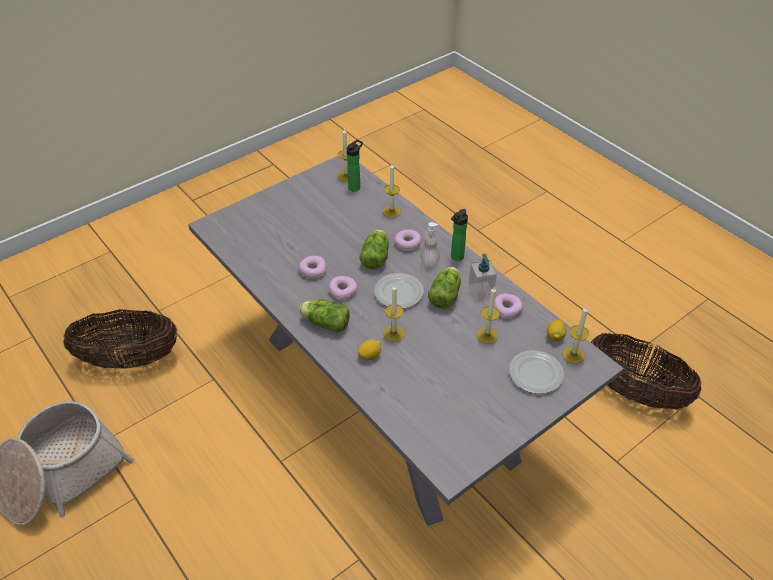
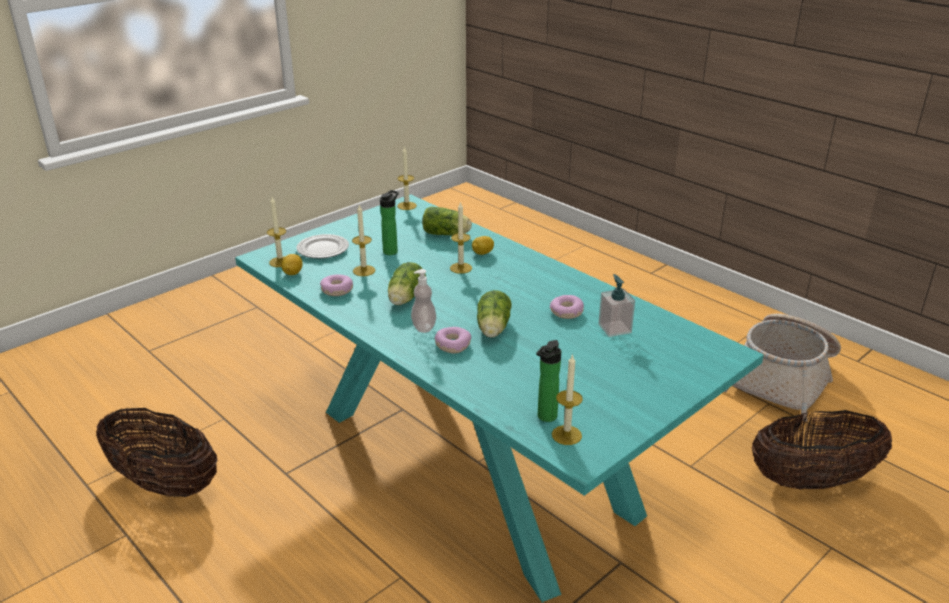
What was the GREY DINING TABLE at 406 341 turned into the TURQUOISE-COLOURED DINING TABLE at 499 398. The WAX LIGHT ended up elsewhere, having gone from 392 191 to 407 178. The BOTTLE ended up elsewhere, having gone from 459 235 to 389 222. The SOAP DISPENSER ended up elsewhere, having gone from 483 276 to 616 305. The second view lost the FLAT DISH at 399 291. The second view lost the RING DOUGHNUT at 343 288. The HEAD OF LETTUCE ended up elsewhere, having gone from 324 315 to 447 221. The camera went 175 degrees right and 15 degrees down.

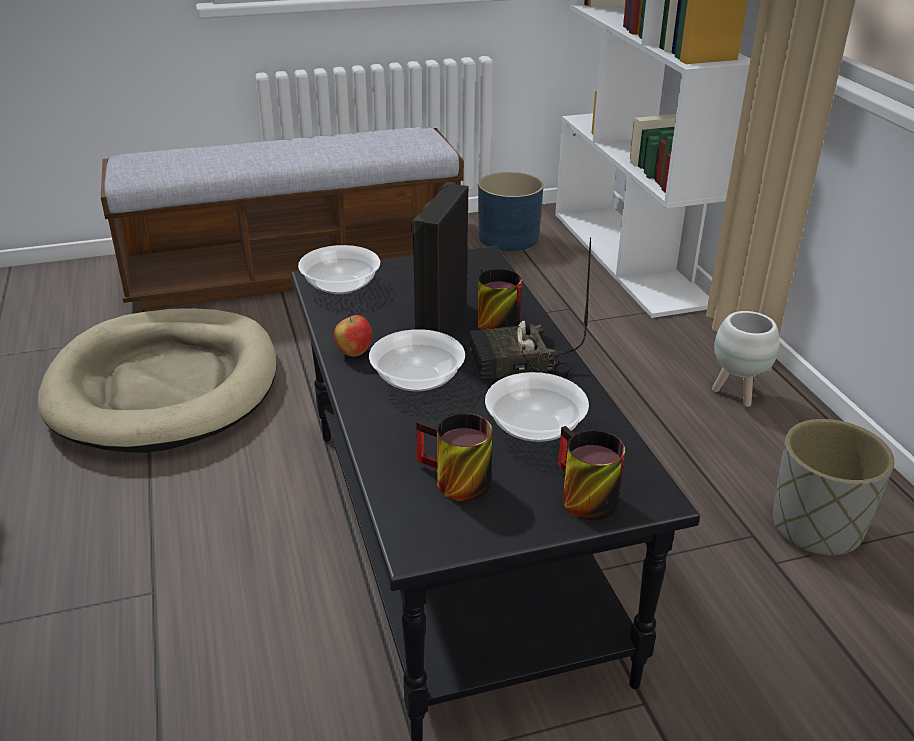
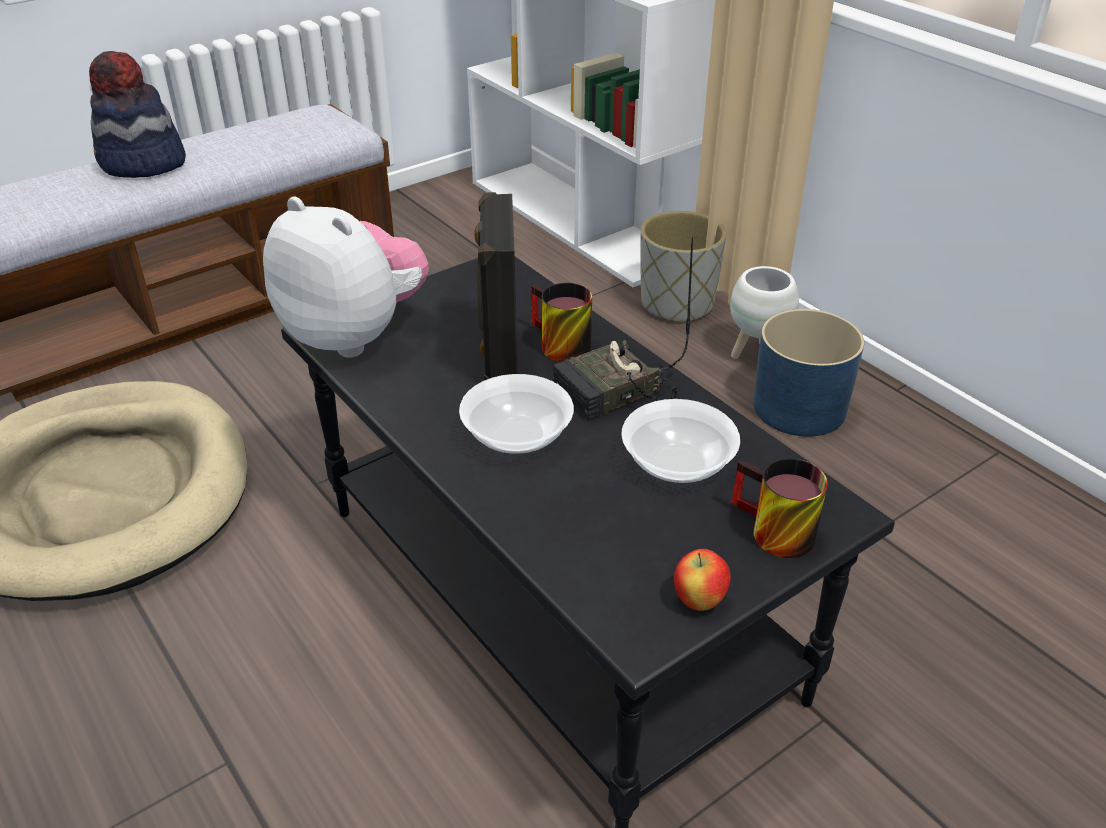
The BLUISH PLANT POT ended up elsewhere, having gone from 510 211 to 808 373. Where the DEEP DISH stood at 339 269, the PLUSH TOY came to stand at 346 277. The APPLE FRUIT ended up elsewhere, having gone from 353 334 to 702 580. The second view lost the COFFEE MUG at 454 457. The GREY PLANT POT ended up elsewhere, having gone from 833 488 to 683 267. The second view gained the CLOTHING HAT at 137 114. The camera went 20 degrees left and 5 degrees up.

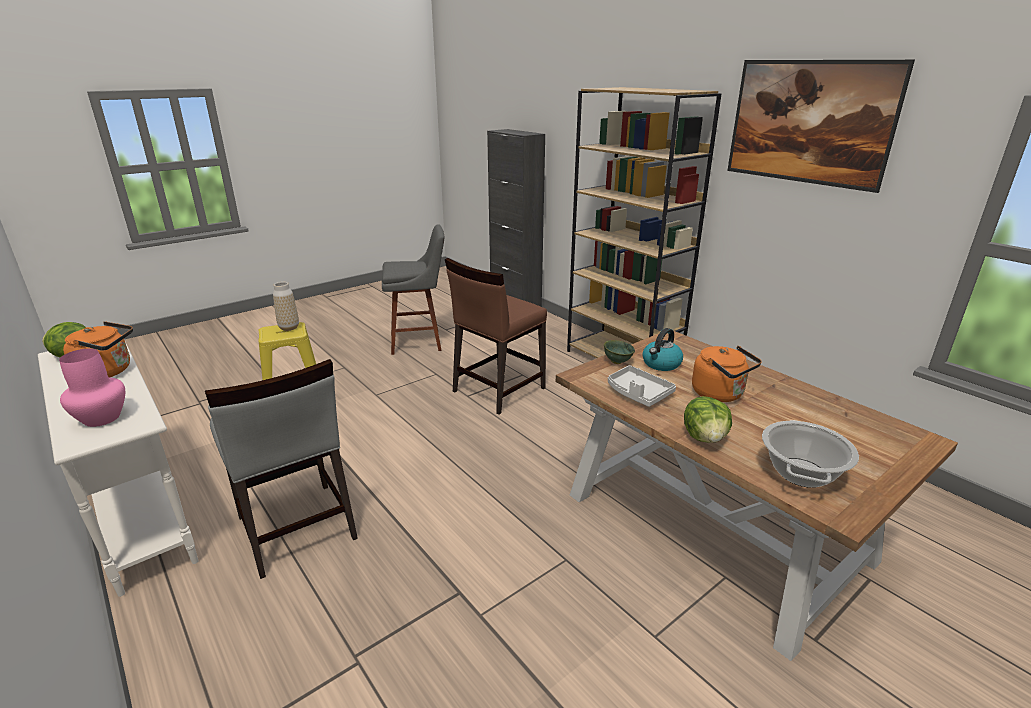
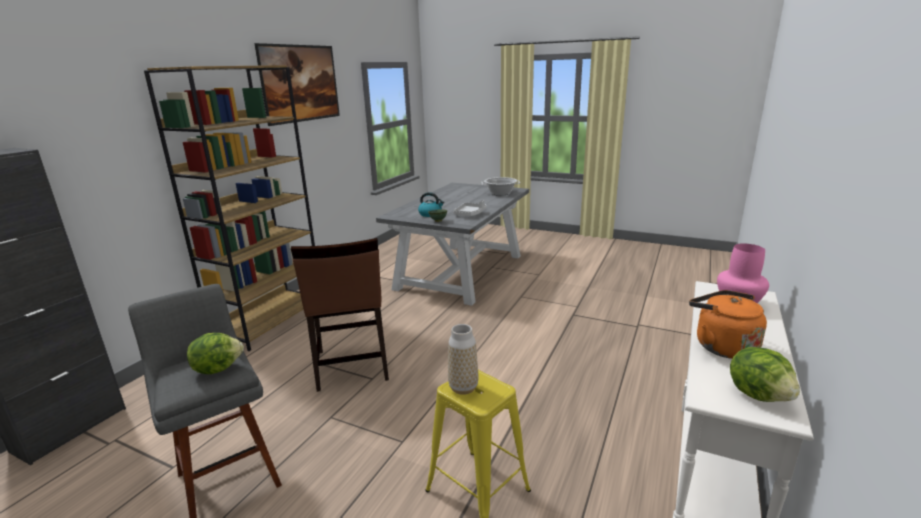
The BROWN-COLOURED UPRIGHT CHAIR at 496 336 ended up facing another way, 60 degrees clockwise from before. What was the BROWN-COLOURED DINING TABLE at 757 496 turned into the GREY DINING TABLE at 452 244. The second view lost the ORANGE WATER KETTLE at 727 374. The second view lost the GREY UPRIGHT CHAIR at 281 469. The HEAD OF LETTUCE ended up elsewhere, having gone from 708 419 to 215 353. The camera went 115 degrees left and 5 degrees down.

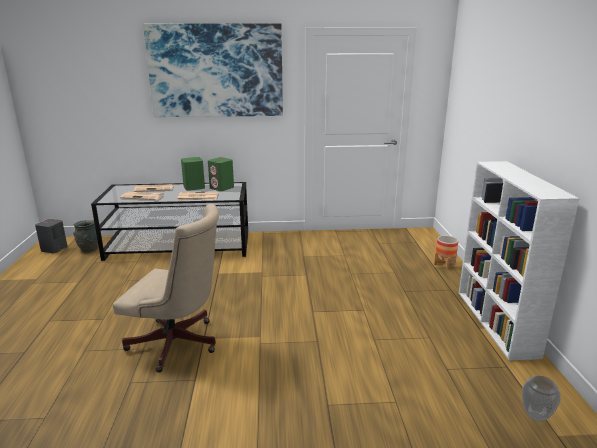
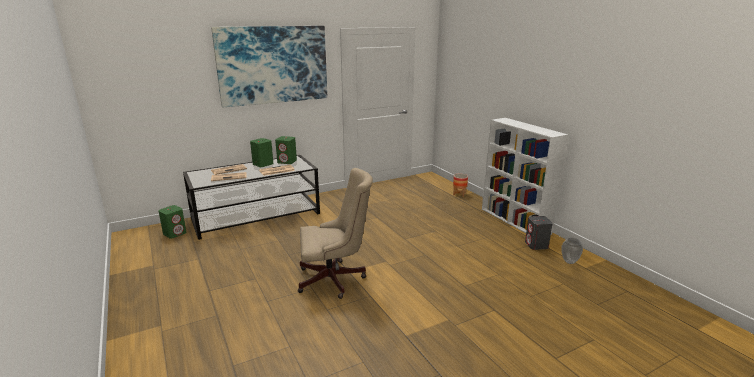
The GREY SPEAKER ended up elsewhere, having gone from 51 236 to 539 233. Where the GREY FLOWER VASE stood at 85 236, the GREENISH SPEAKER came to stand at 172 222. The camera went 25 degrees left and 0 degrees up.

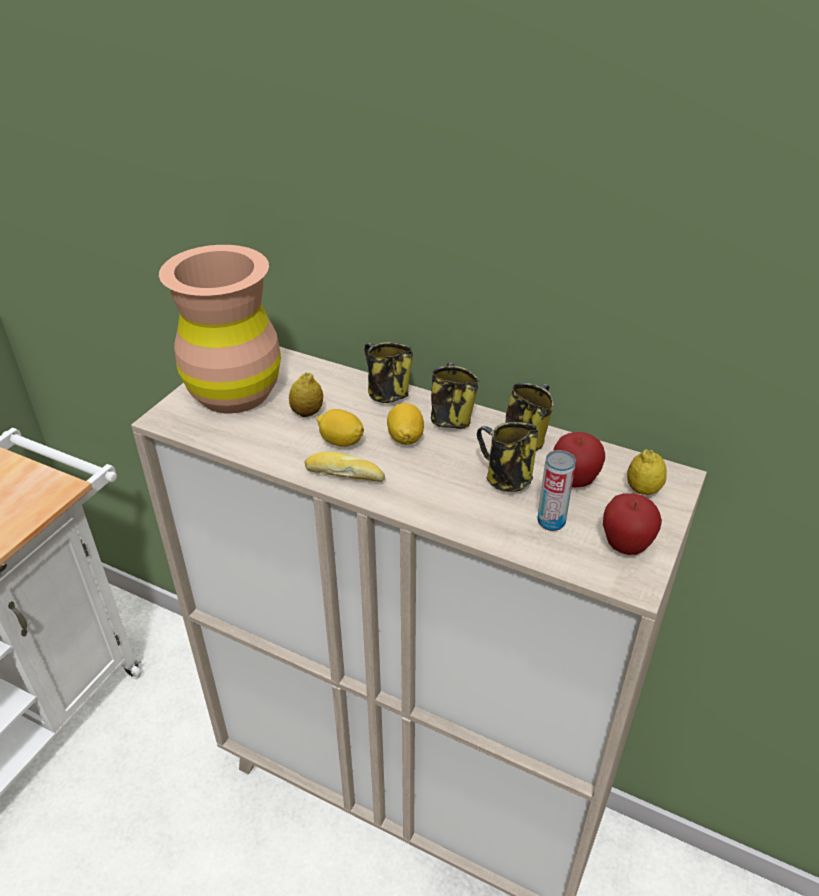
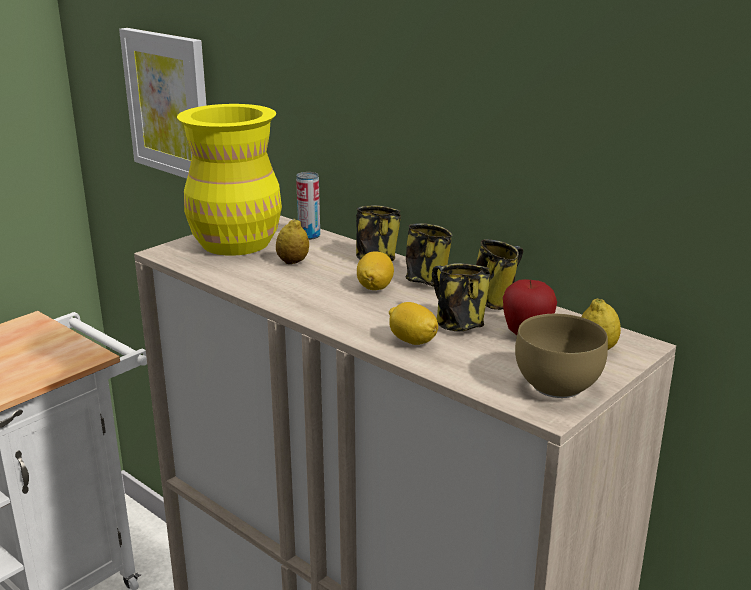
What was the BROWN-COLOURED FLOWER VASE at 220 329 turned into the YELLOW FLOWER VASE at 229 180. The LEMON ended up elsewhere, having gone from 340 428 to 413 323. The SEALED CAN ended up elsewhere, having gone from 556 490 to 308 206. The second view lost the BREAD at 344 467. Where the APPLE FRUIT stood at 632 524, the BROWN-COLOURED DEEP DISH came to stand at 561 356. The second view gained the WALL PICTURE at 163 103. The camera went 15 degrees right and 15 degrees down.

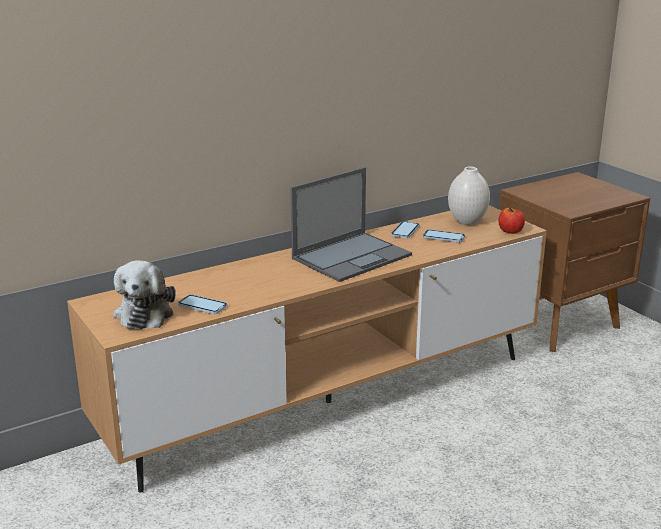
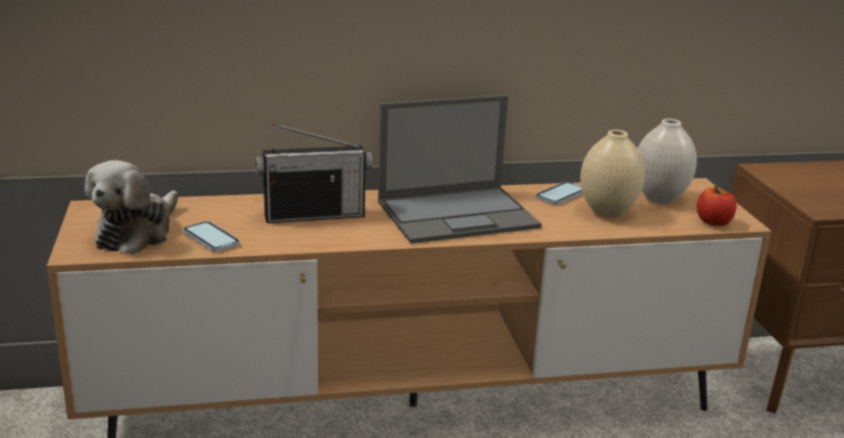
Where the TELEPHONE stood at 444 236, the SAND-COLOURED FLOWER VASE came to stand at 612 174. The second view gained the RADIO RECEIVER at 314 173. The camera went 20 degrees right and 0 degrees up.

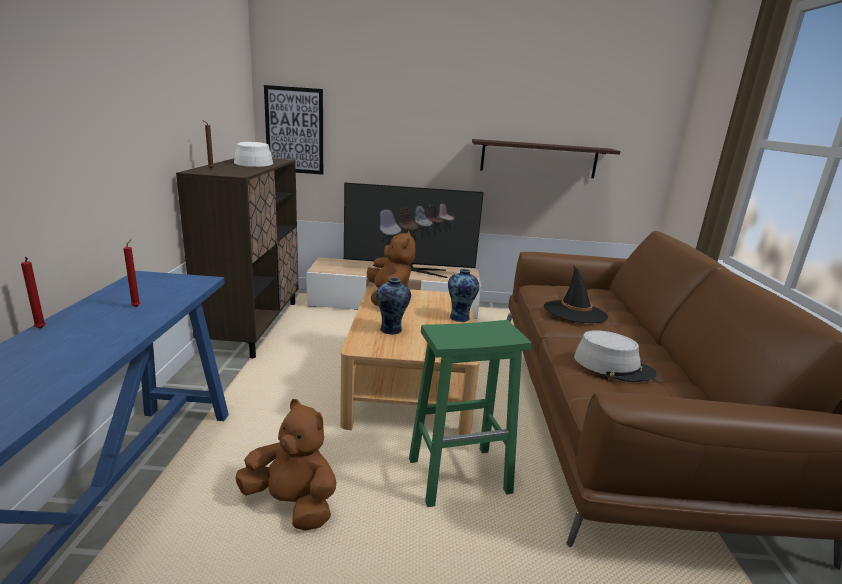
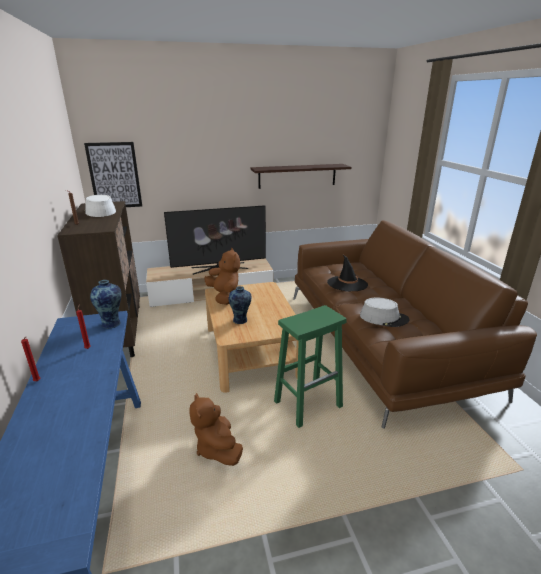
The FLOWER VASE ended up elsewhere, having gone from 463 295 to 105 304. The BROWN-COLOURED PLUSH TOY at 286 465 ended up facing another way, 120 degrees counterclockwise from before. The camera went 15 degrees left and 5 degrees up.

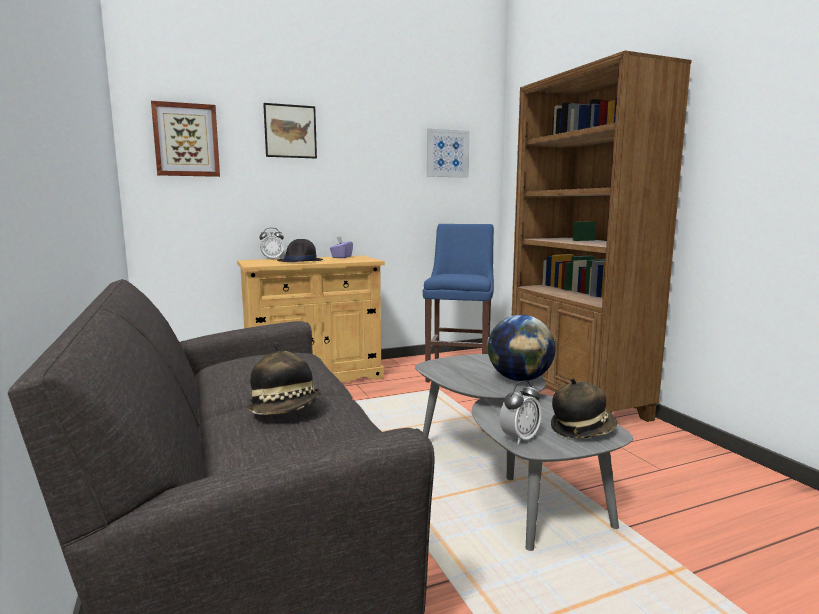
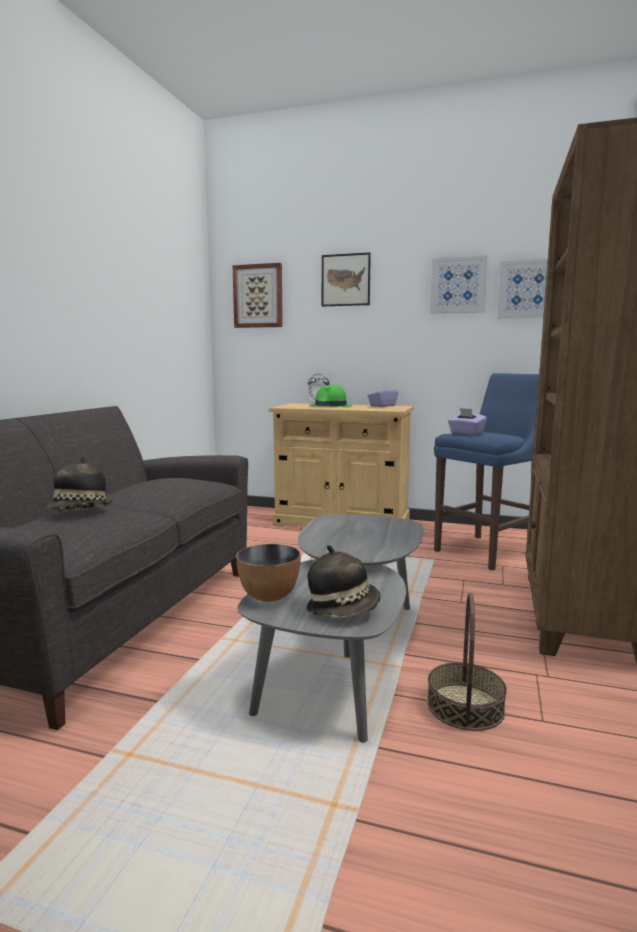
What was the BLACK-COLOURED CLOTHING HAT at 300 250 turned into the GREENISH CLOTHING HAT at 331 396. The second view lost the WORLD GLOBE at 522 347. Where the TABLE CLOCK stood at 521 413, the DEEP DISH came to stand at 268 573. The second view gained the WALL PICTURE at 458 284. The second view gained the PURPLE BOX OF TISSUES at 467 421. The second view gained the STORAGE BASKET at 467 662. The camera went 40 degrees right and 0 degrees up.

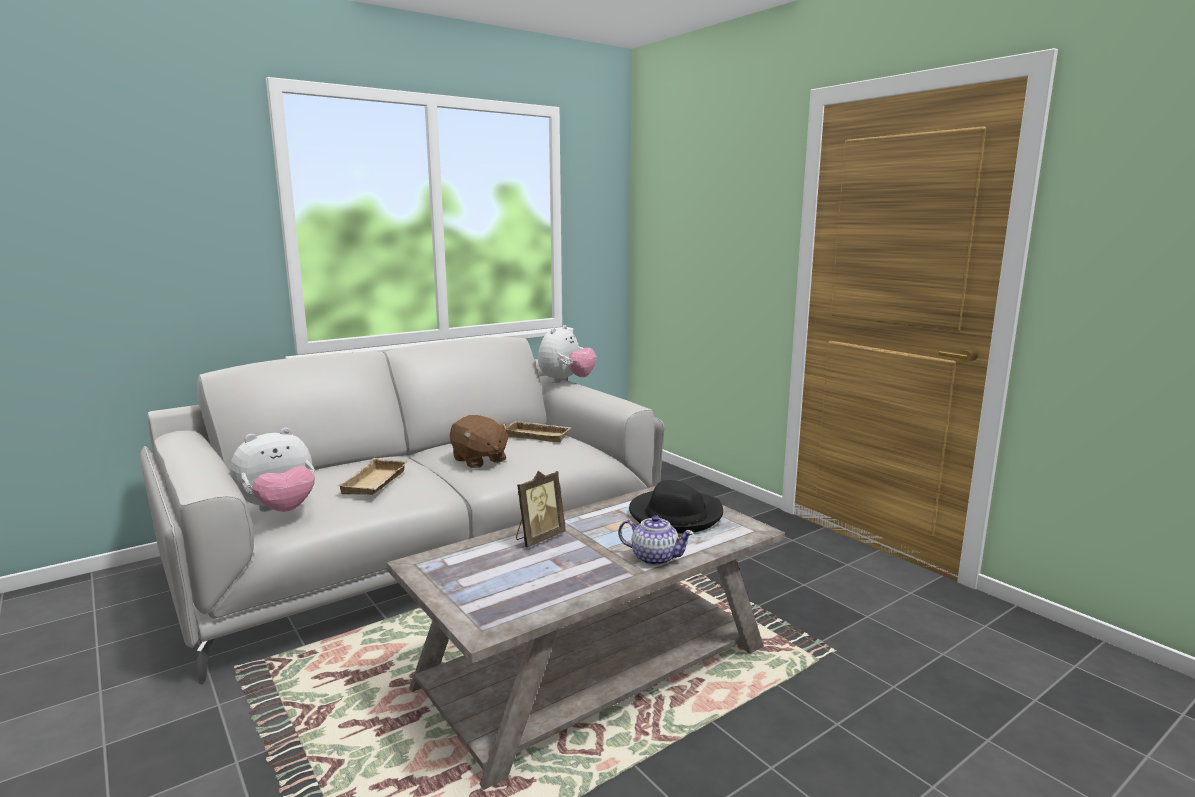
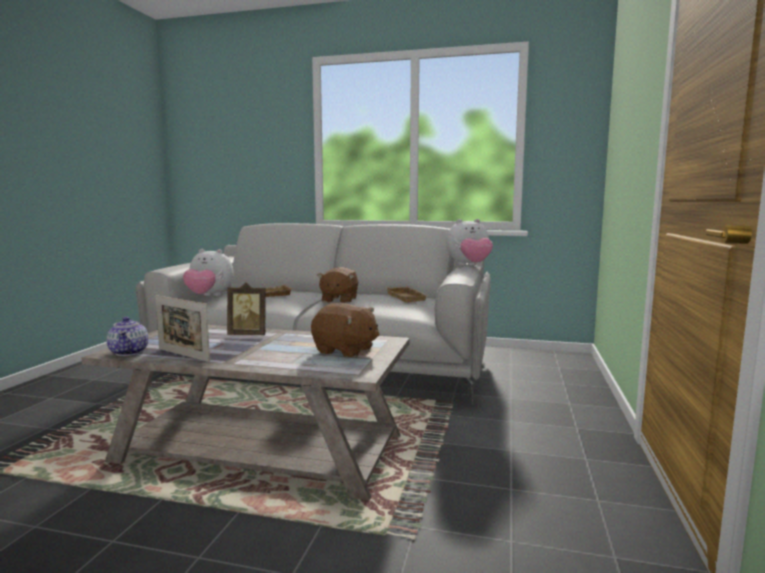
Where the BLACK-COLOURED CLOTHING HAT stood at 676 506, the BROWN-COLOURED PLUSH TOY came to stand at 345 330. The TEAPOT ended up elsewhere, having gone from 656 540 to 127 336. The second view gained the STANDING FRAME at 182 328. The camera went 50 degrees right and 5 degrees down.

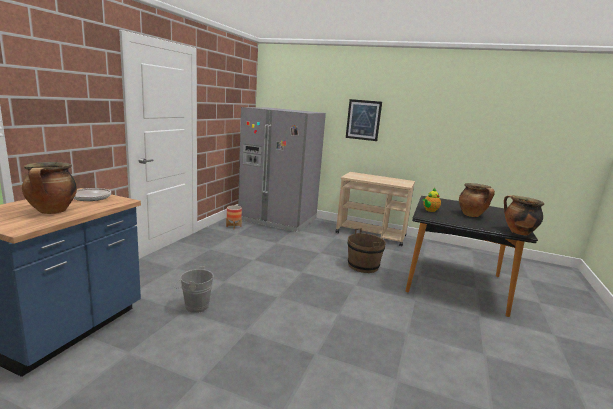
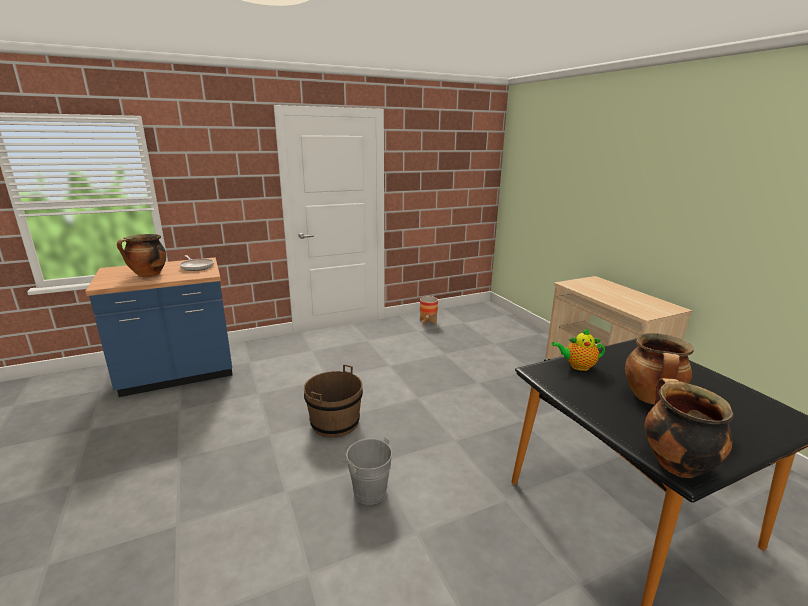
The second view lost the WALL PICTURE at 364 120. The second view lost the GREY FRIDGE at 282 169. The BROWN-COLOURED PAIL ended up elsewhere, having gone from 366 251 to 333 401. The GREY PAIL ended up elsewhere, having gone from 194 289 to 366 471. The camera went 45 degrees right and 5 degrees up.

